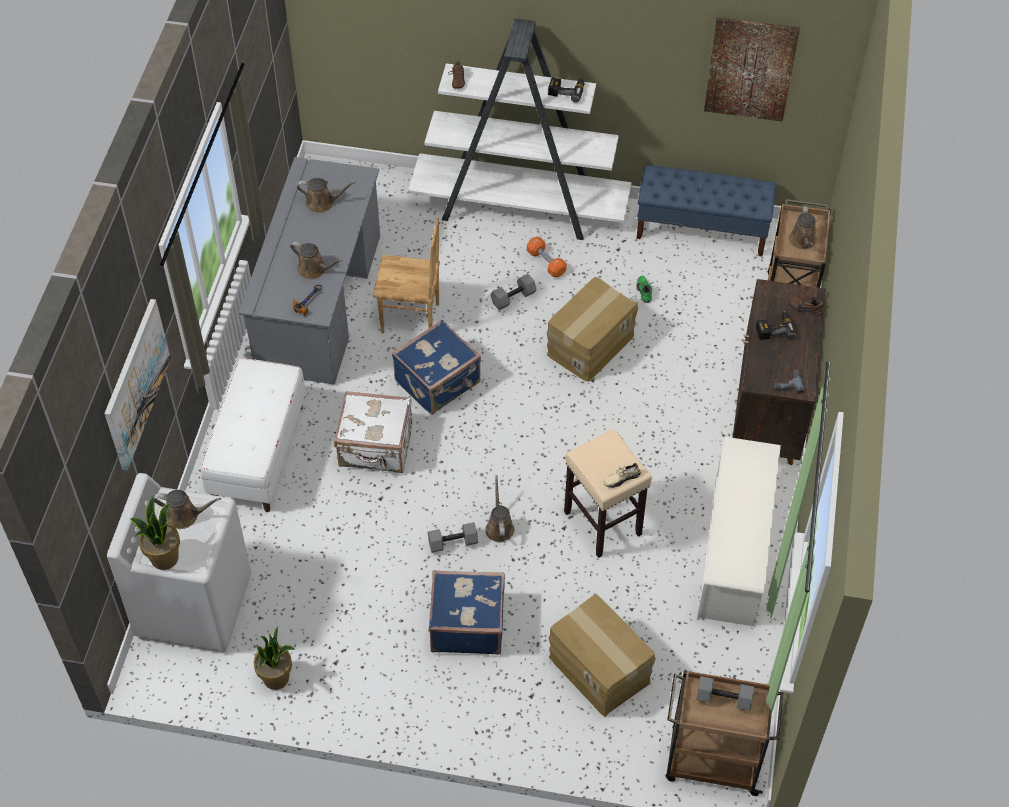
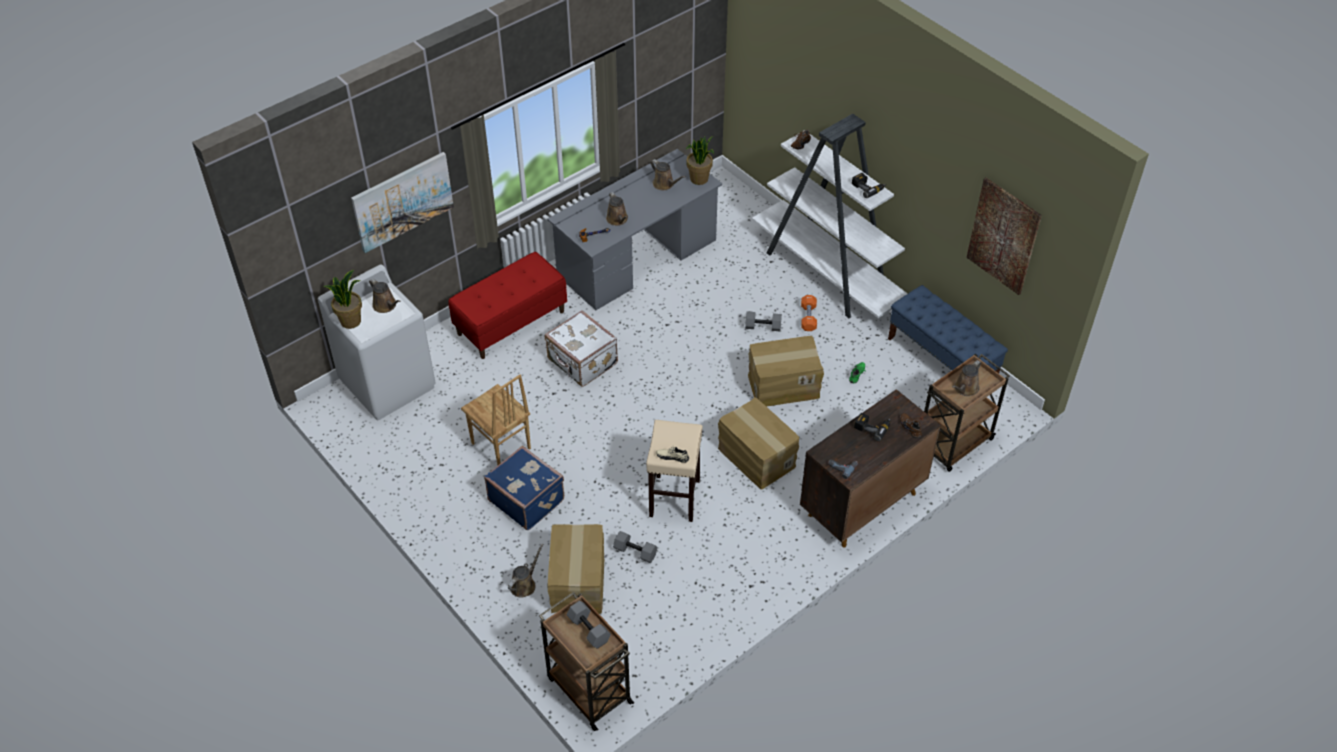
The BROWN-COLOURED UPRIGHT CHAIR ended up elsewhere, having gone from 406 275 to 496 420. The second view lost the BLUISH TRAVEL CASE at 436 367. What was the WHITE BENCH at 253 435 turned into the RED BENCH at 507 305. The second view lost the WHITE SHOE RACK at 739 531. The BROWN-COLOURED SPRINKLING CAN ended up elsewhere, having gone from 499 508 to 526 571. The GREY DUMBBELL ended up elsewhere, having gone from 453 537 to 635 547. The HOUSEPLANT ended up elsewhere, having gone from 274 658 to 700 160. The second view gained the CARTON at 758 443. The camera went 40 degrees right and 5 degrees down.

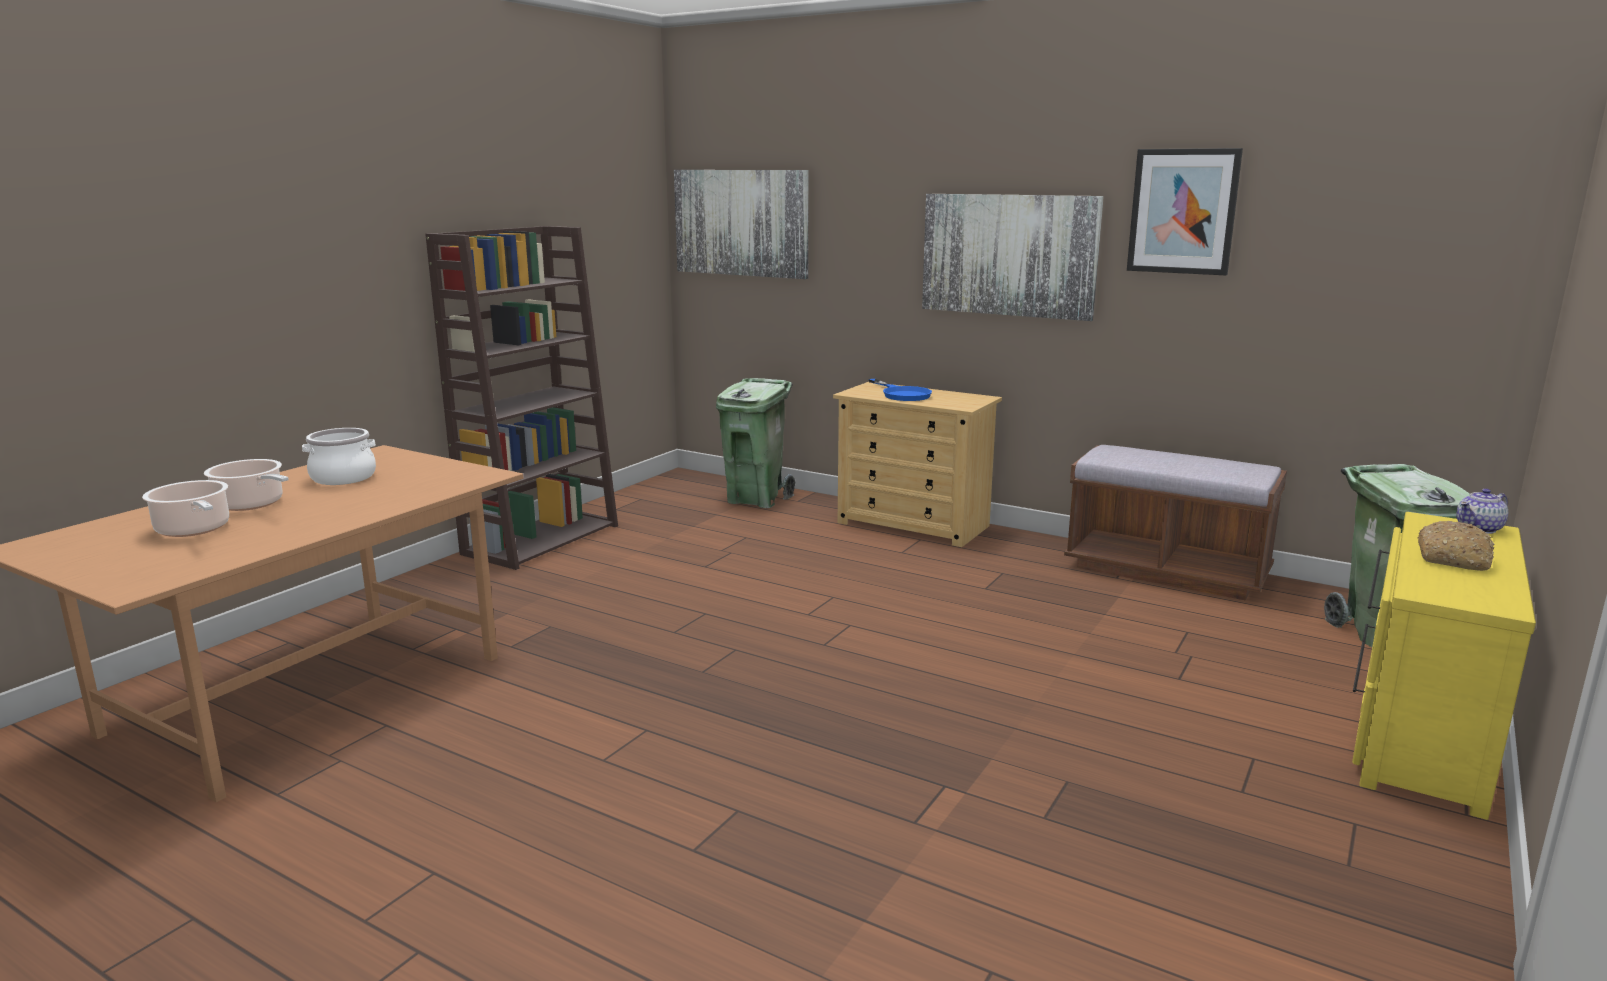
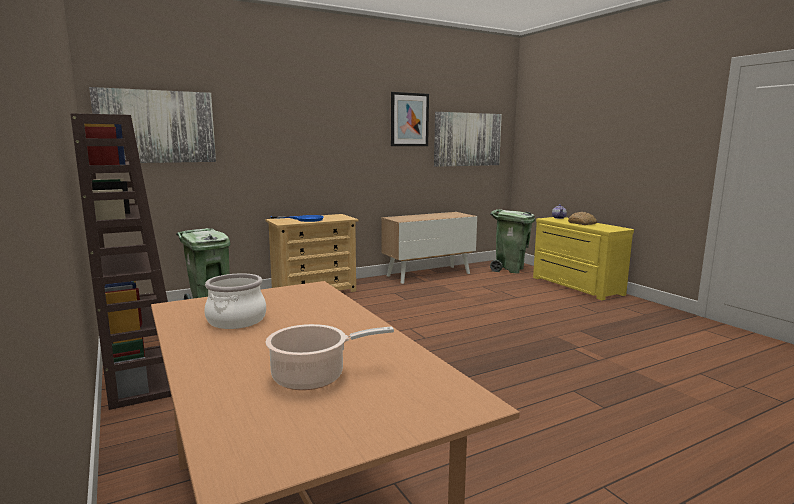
The WALL PICTURE ended up elsewhere, having gone from 1013 257 to 468 139. Where the BROWN-COLOURED BENCH stood at 1175 523, the CUPBOARD came to stand at 429 248. The second view lost the SAUCEPOT at 246 485. The camera went 60 degrees left and 5 degrees down.

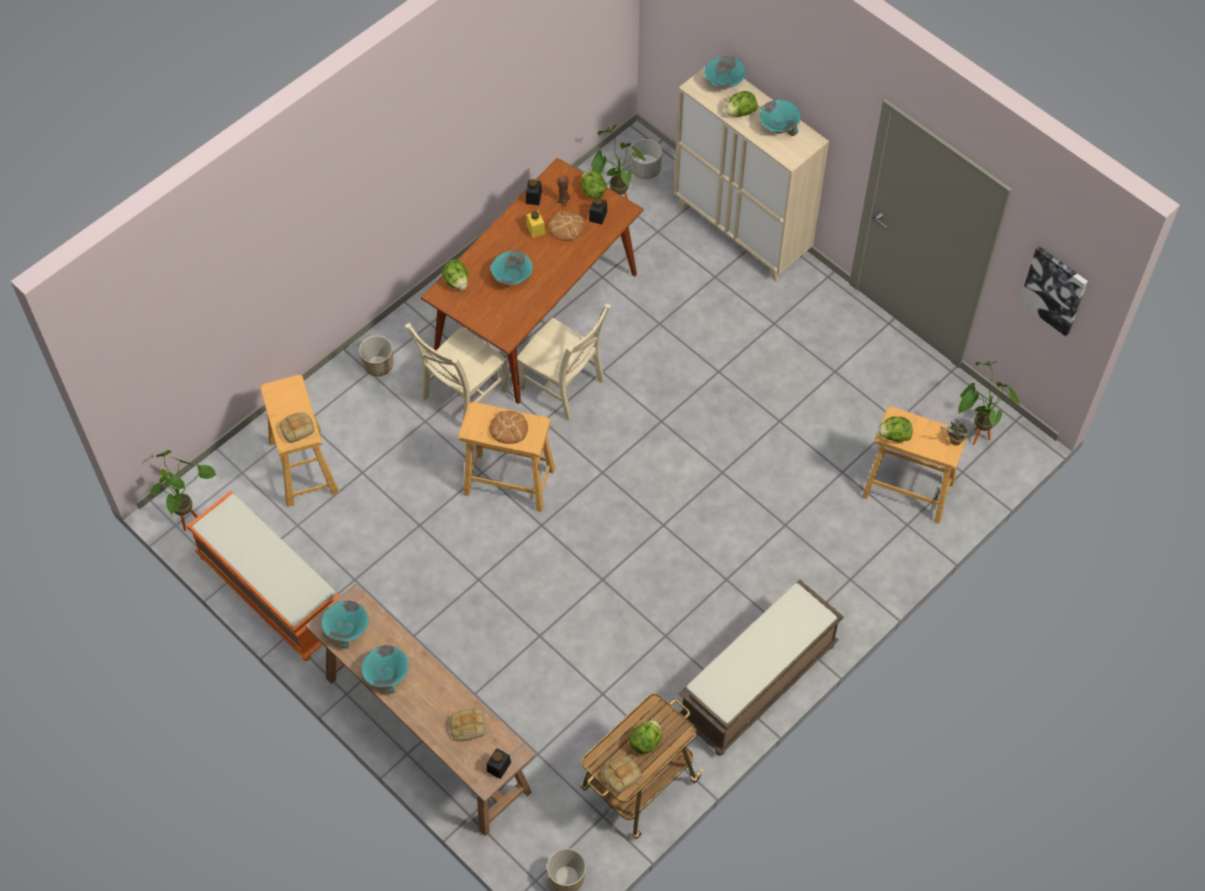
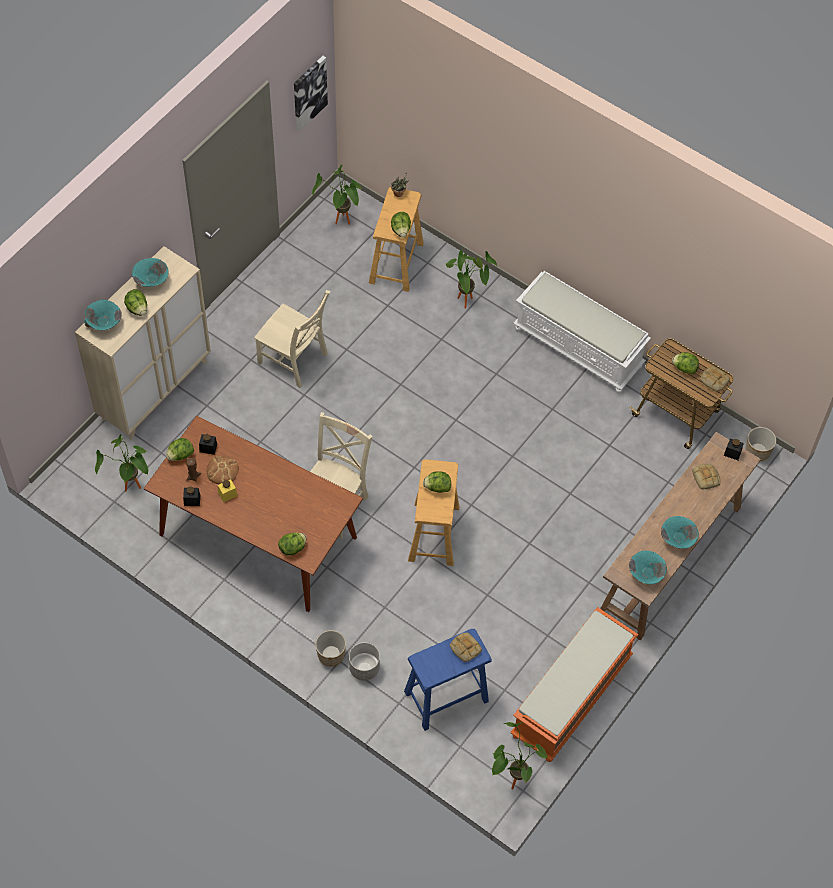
The GREY PLANT POT ended up elsewhere, having gone from 646 159 to 364 662. The second view lost the TURQUOISE-COLOURED DEEP DISH at 512 268. The SAND-COLOURED UPRIGHT CHAIR ended up elsewhere, having gone from 456 371 to 292 339. What was the SAND-COLOURED STOOL at 299 441 turned into the BLUISH STOOL at 448 680. Where the BREAD stood at 509 427, the HEAD OF LETTUCE came to stand at 437 482. What was the BROWN-COLOURED BENCH at 761 667 turned into the WHITE BENCH at 582 332. The second view gained the HOUSEPLANT at 471 279. The camera went 100 degrees left and 0 degrees up.

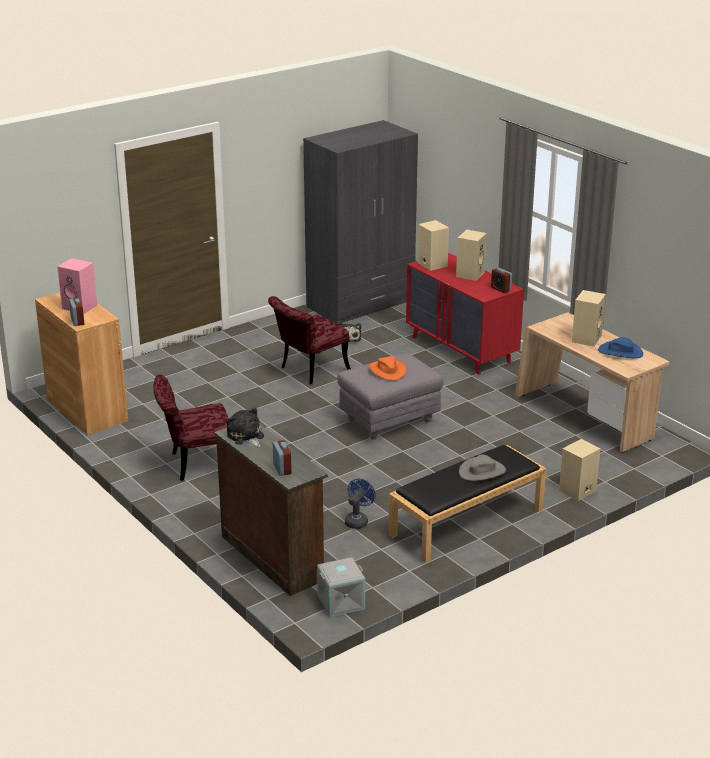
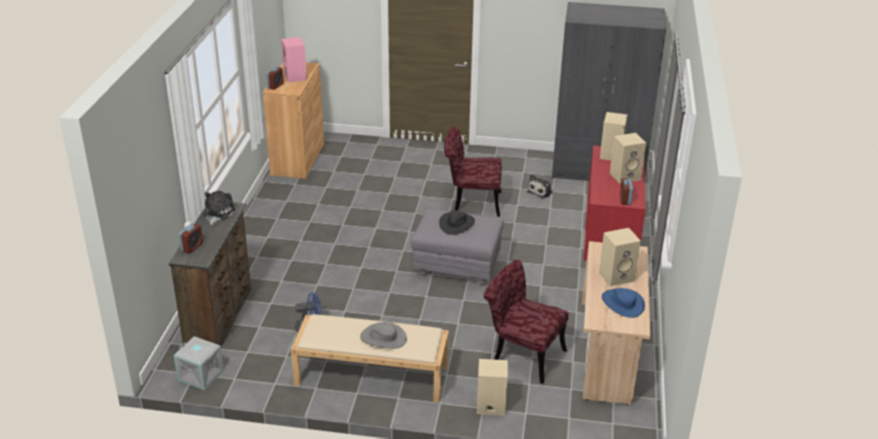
What was the ORANGE CLOTHING HAT at 388 368 turned into the BLACK-COLOURED CLOTHING HAT at 457 222. The RED UPRIGHT CHAIR ended up elsewhere, having gone from 190 427 to 526 322. What was the BLACK-COLOURED BENCH at 467 504 turned into the SAND-COLOURED BENCH at 370 358. The camera went 45 degrees right and 5 degrees up.

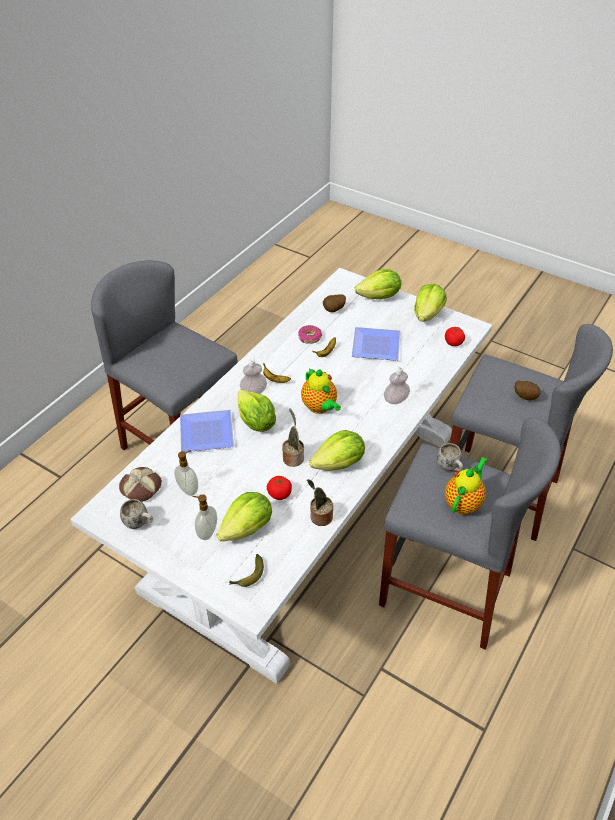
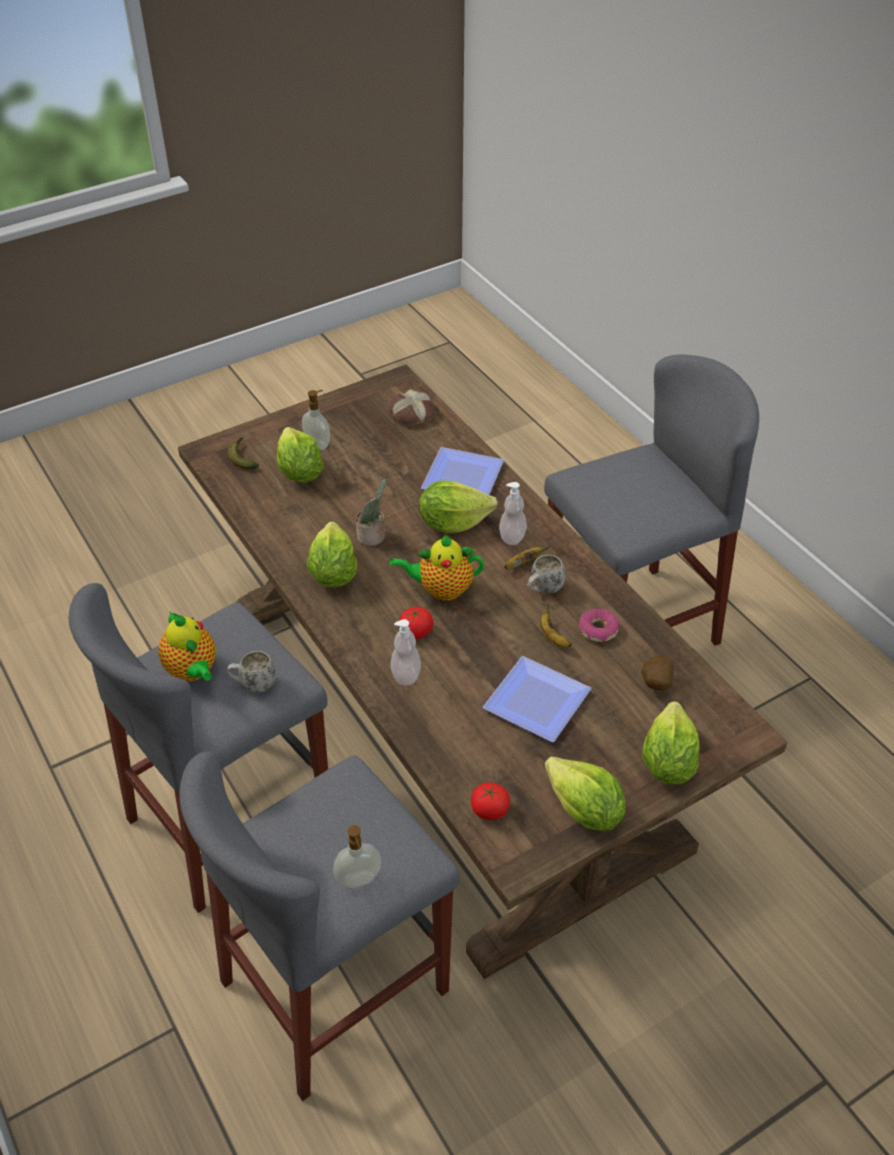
What was the WHITE DINING TABLE at 281 476 turned into the BROWN-COLOURED DINING TABLE at 482 672. The second view lost the POTATO at 527 390. The SOAP DISPENSER ended up elsewhere, having gone from 186 473 to 357 856. The WHOLE TOMATO ended up elsewhere, having gone from 279 488 to 416 623. The second view lost the HOUSEPLANT at 320 502. The WHITE COFFEE MUG ended up elsewhere, having gone from 136 514 to 546 574. The camera went 115 degrees right and 0 degrees up.

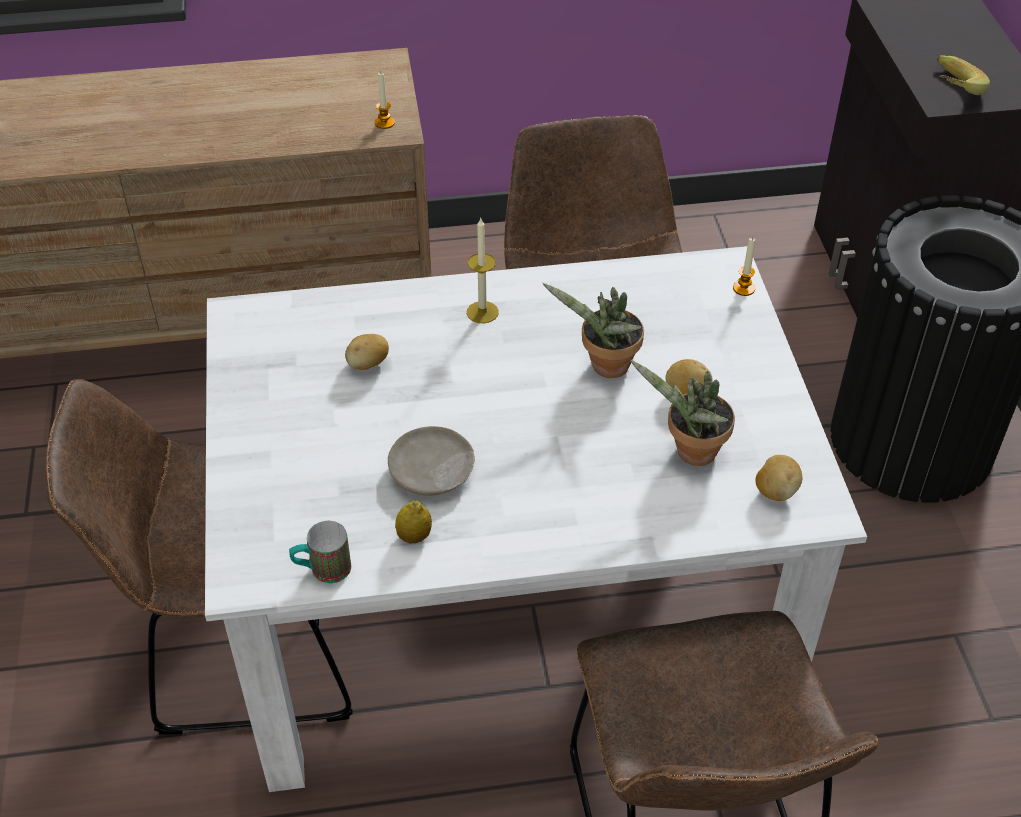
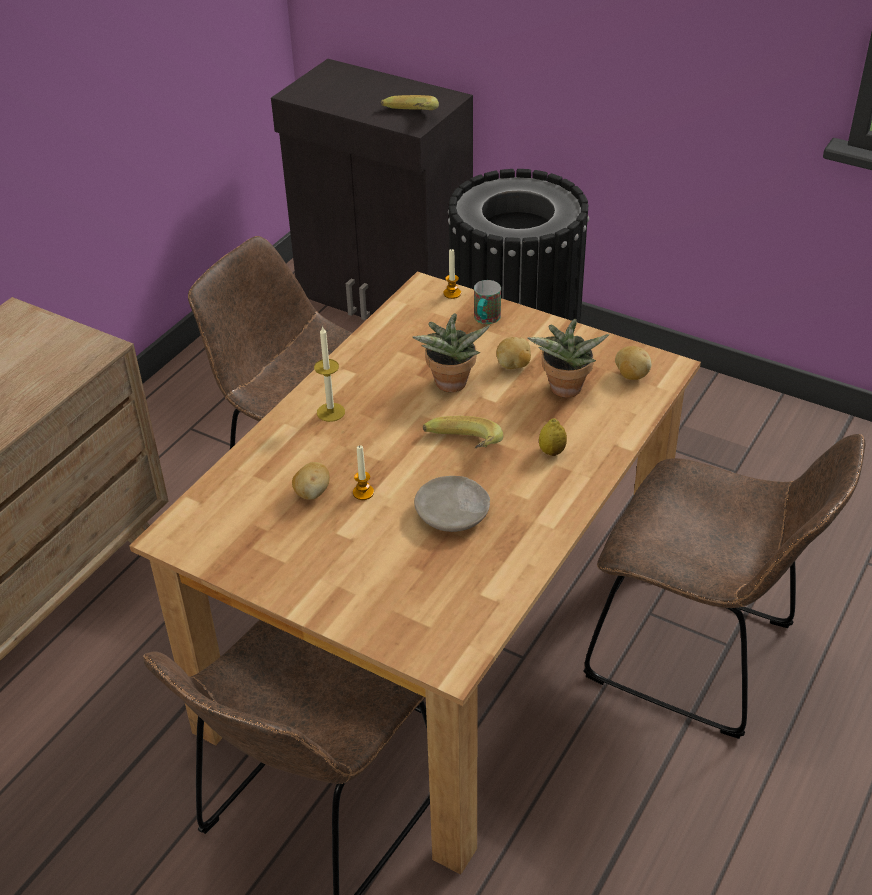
The WAX LIGHT ended up elsewhere, having gone from 385 101 to 363 472. What was the WHITE DINING TABLE at 536 519 turned into the BROWN-COLOURED DINING TABLE at 415 573. The LEMON ended up elsewhere, having gone from 413 522 to 553 437. The COFFEE MUG ended up elsewhere, having gone from 320 552 to 487 302. The second view gained the BANANA at 463 432. The camera went 50 degrees left and 5 degrees down.

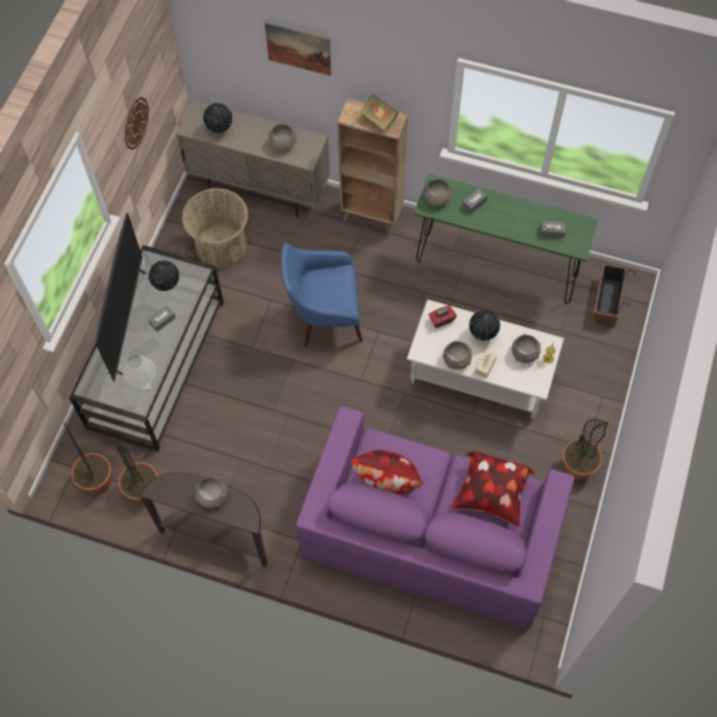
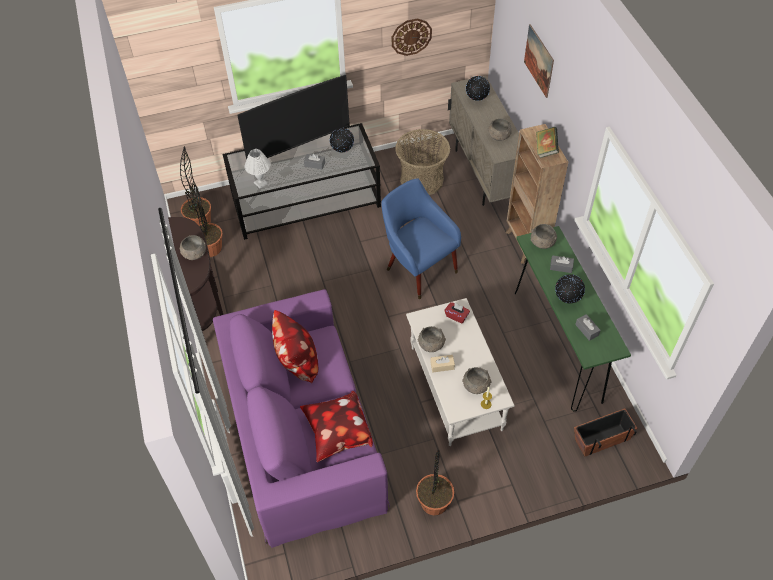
The WORLD GLOBE ended up elsewhere, having gone from 484 325 to 570 288. The camera went 55 degrees right and 10 degrees down.

